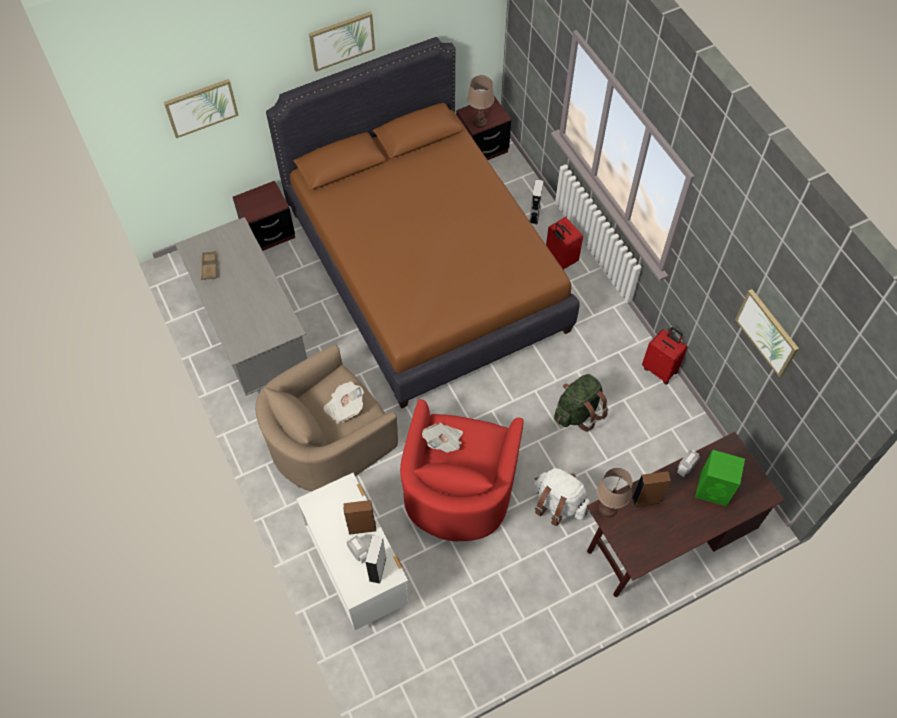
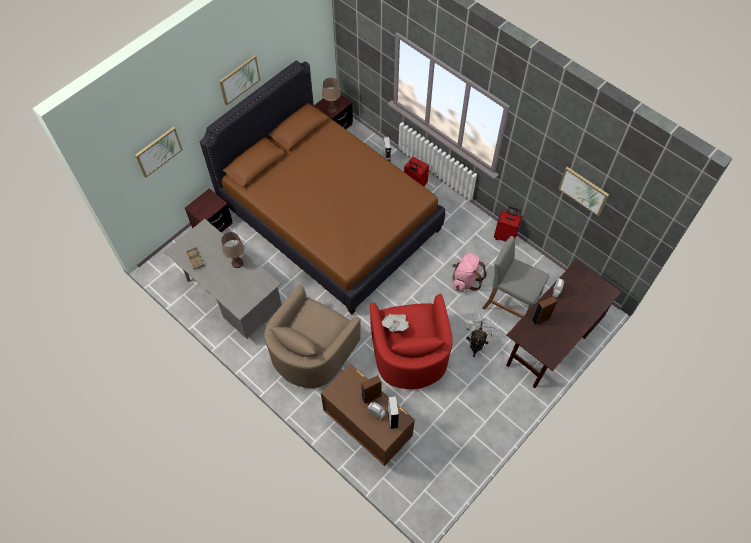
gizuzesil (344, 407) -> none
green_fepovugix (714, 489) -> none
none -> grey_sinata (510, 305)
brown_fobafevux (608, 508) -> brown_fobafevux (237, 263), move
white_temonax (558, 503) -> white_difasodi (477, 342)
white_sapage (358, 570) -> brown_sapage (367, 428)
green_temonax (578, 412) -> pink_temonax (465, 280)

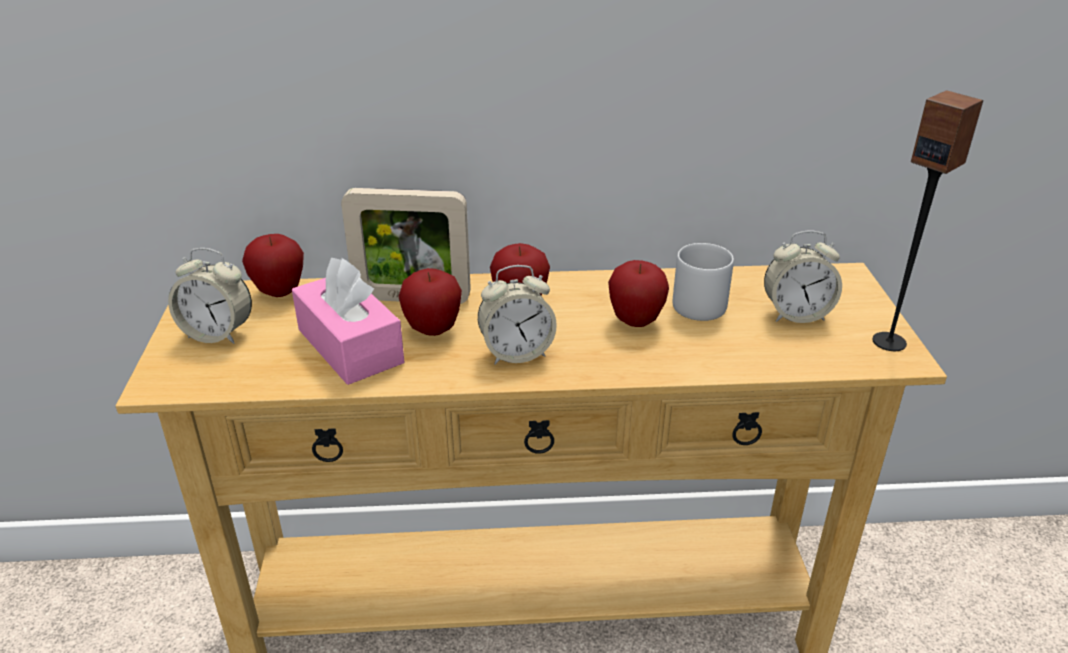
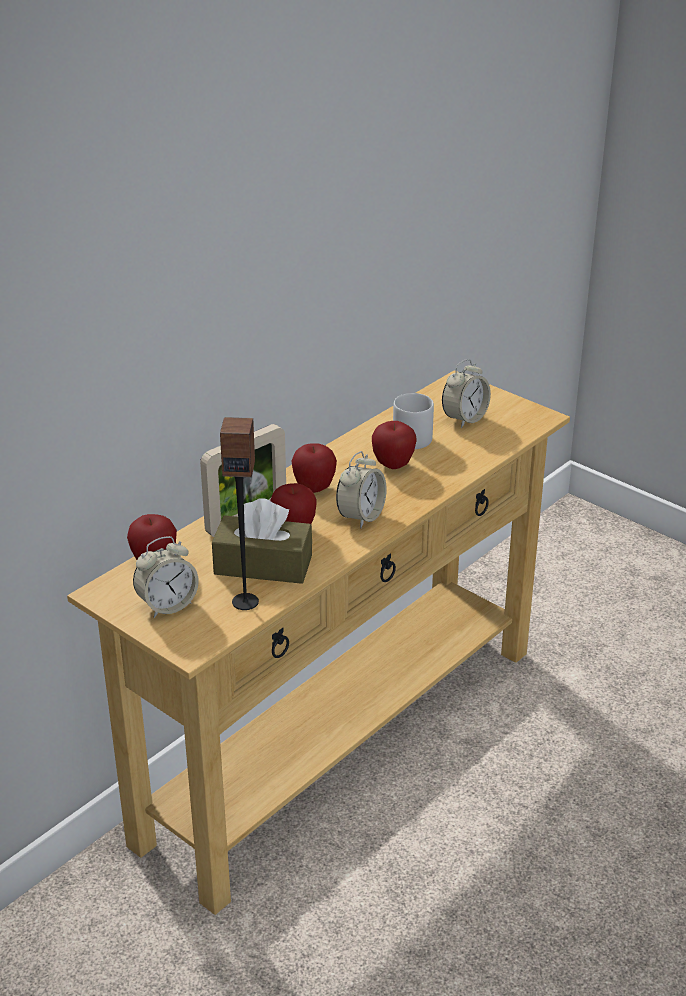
fepovugix (889, 342) -> fepovugix (245, 601), move
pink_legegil (350, 346) -> brown_legegil (263, 565)

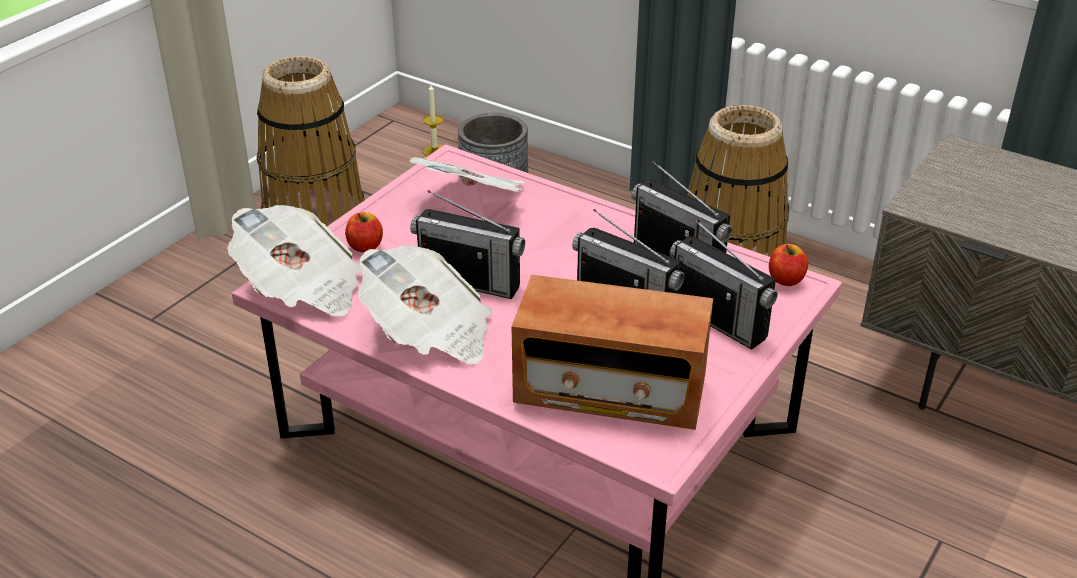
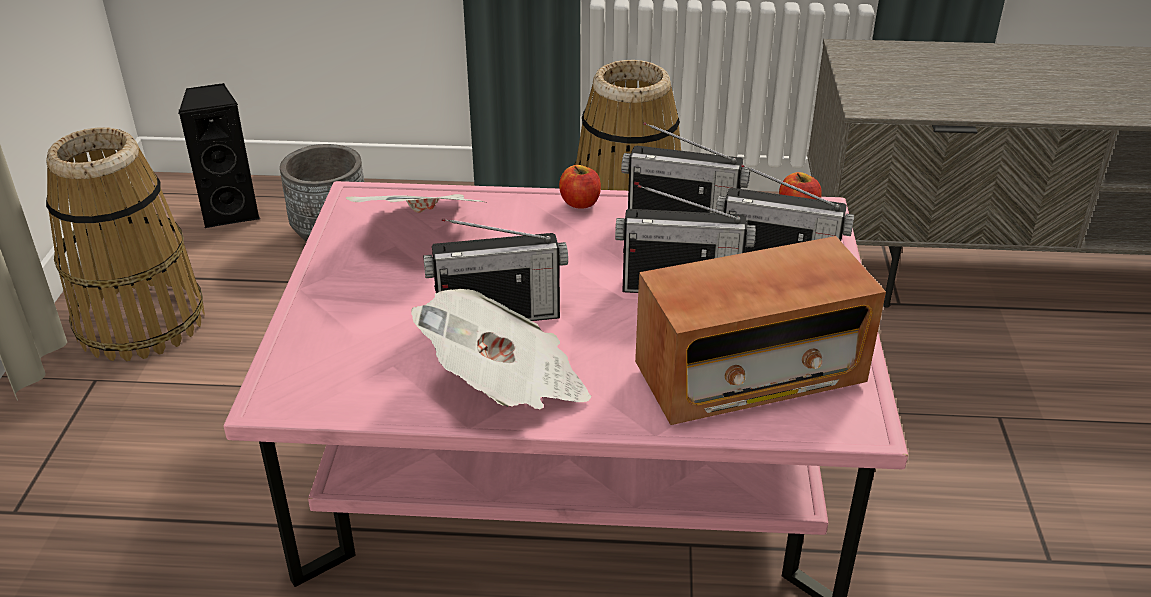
gizuzesil (302, 289) -> none
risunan (365, 246) -> risunan (580, 203), move
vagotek (434, 151) -> black_fepovugix (231, 212)

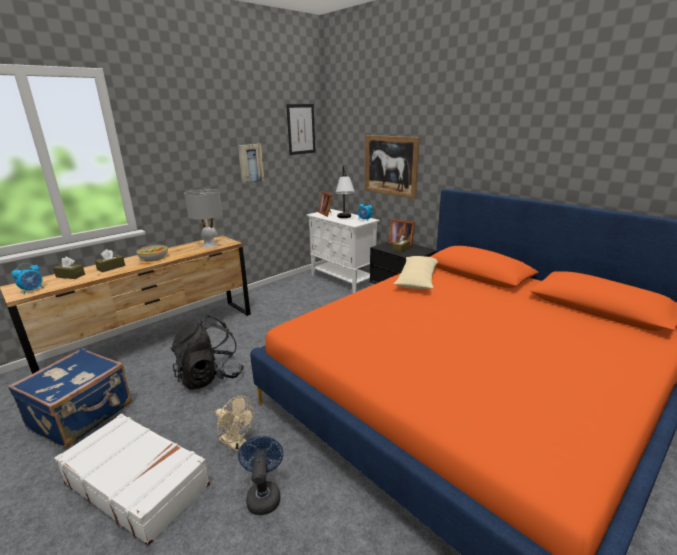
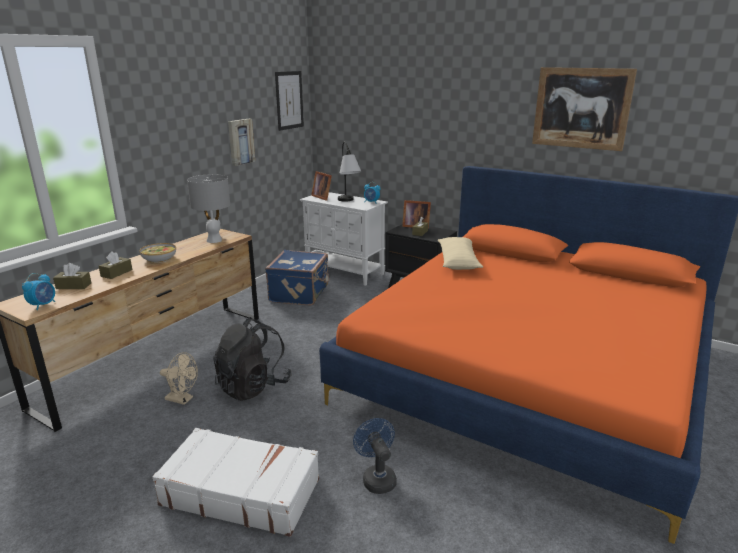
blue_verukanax (83, 416) -> blue_verukanax (300, 294), move
beige_difasodi (236, 443) -> beige_difasodi (182, 399), move
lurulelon (390, 165) -> lurulelon (581, 108), move

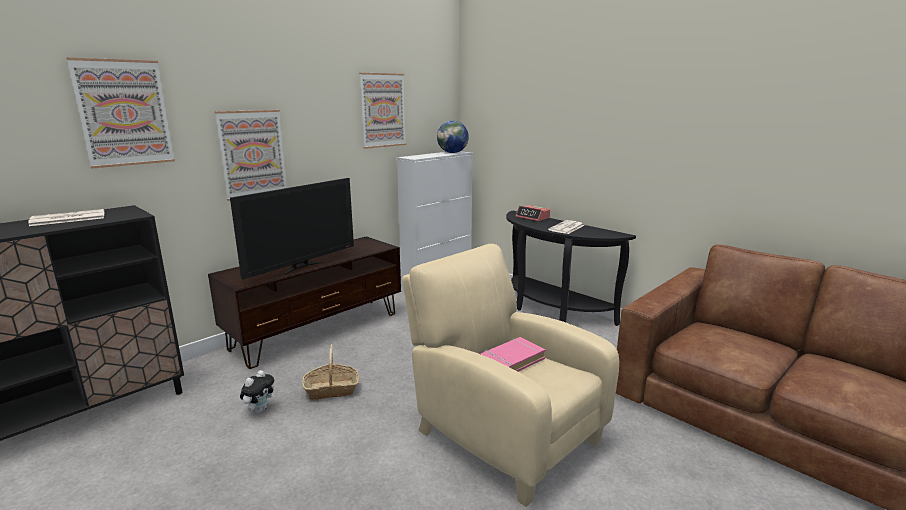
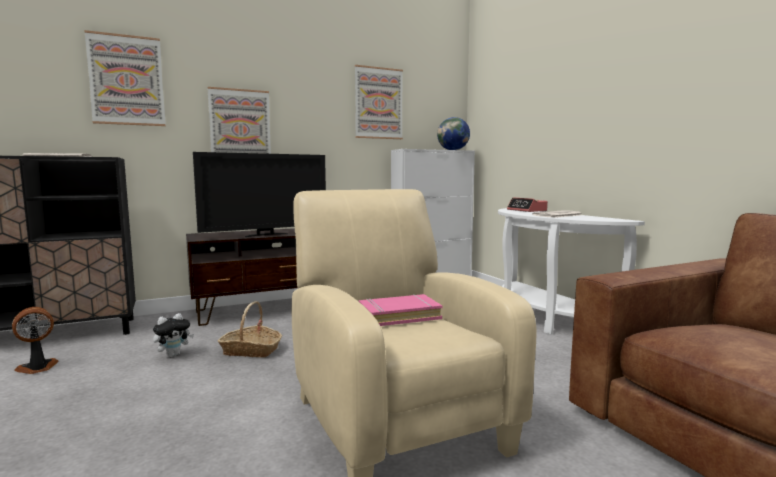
none -> difasodi (38, 368)
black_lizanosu (552, 310) -> white_lizanosu (544, 319)

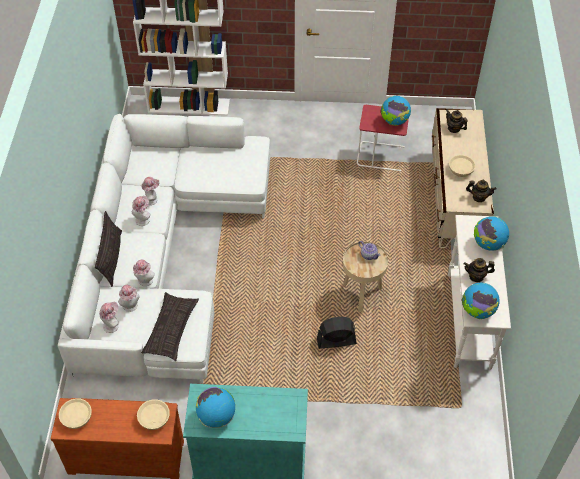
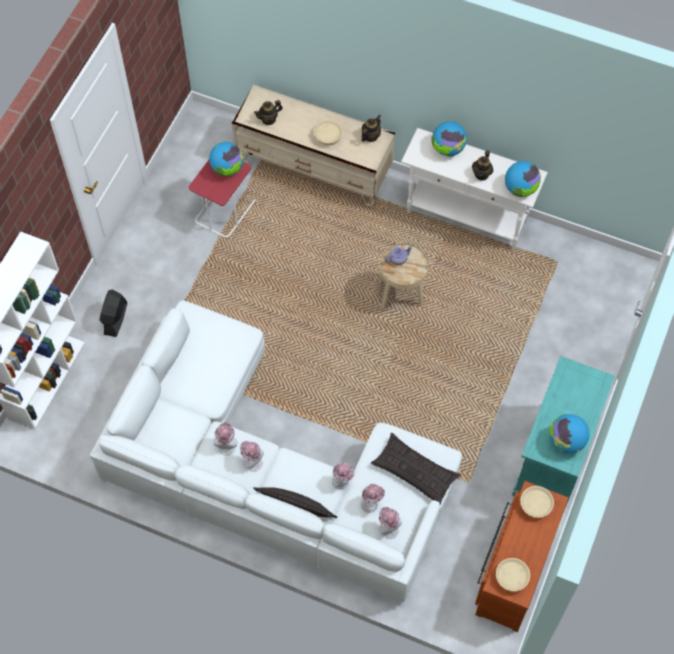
black_difasodi (336, 341) -> black_difasodi (115, 319), move

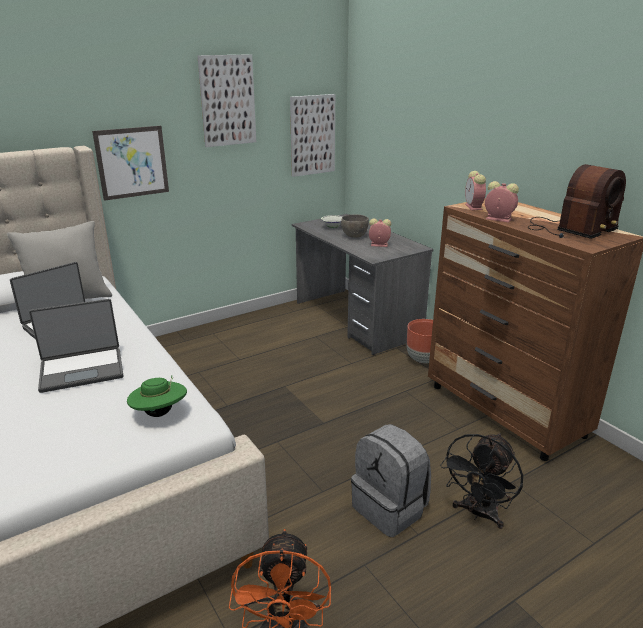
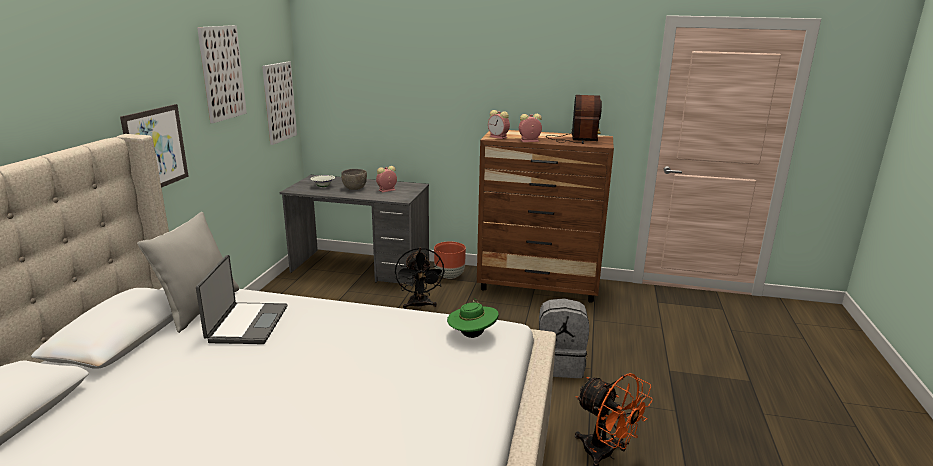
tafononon (82, 370) -> none
black_difasodi (478, 514) -> black_difasodi (419, 305), move

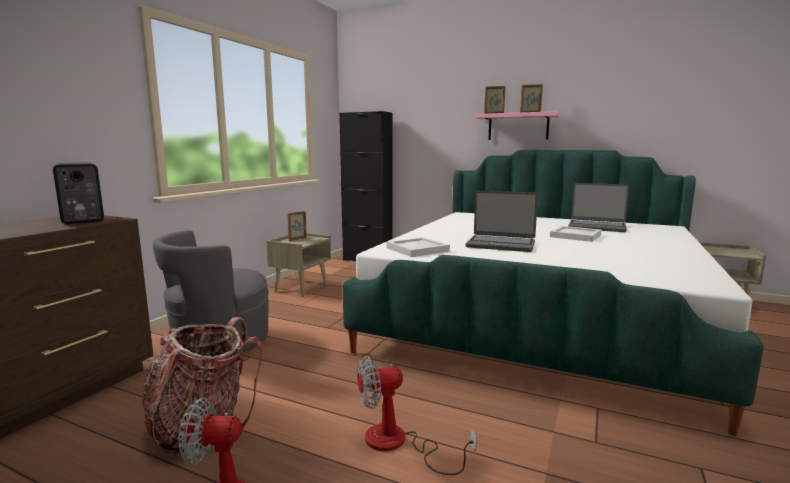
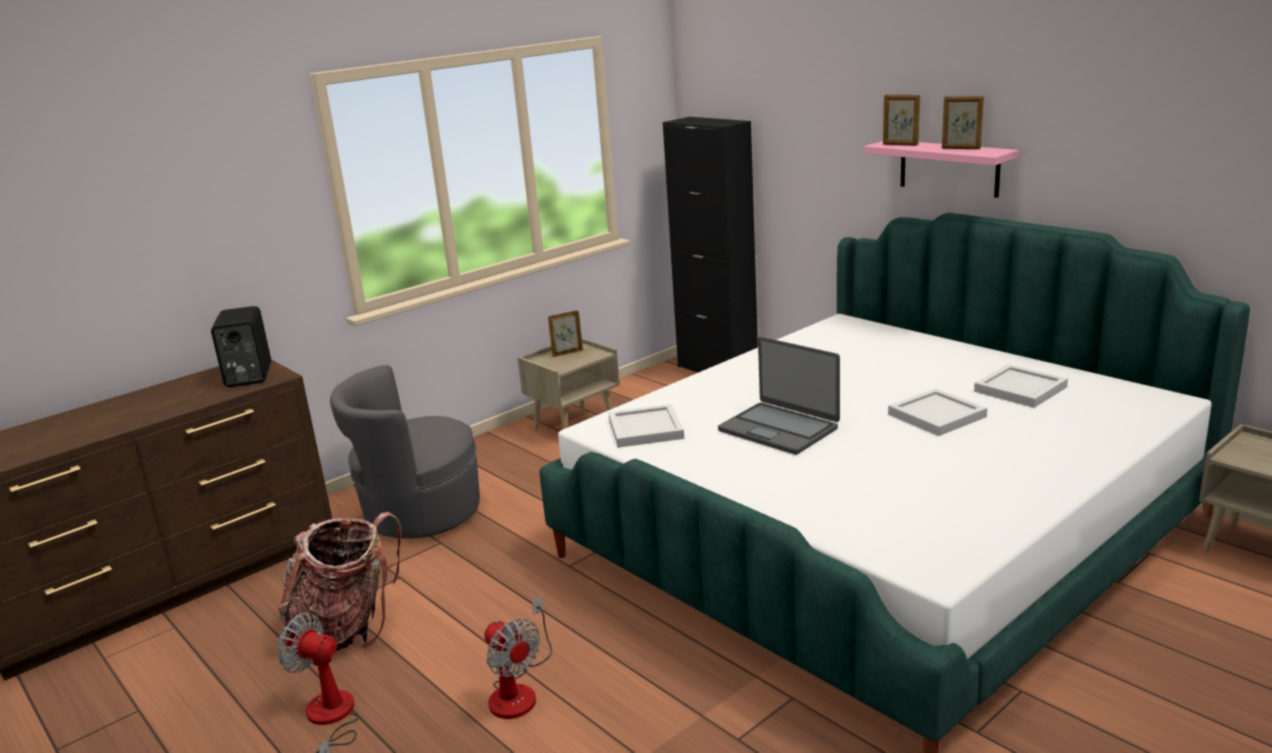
tafononon (596, 227) -> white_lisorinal (1021, 389)
difasodi (398, 444) -> difasodi (518, 690), 135 degrees counterclockwise

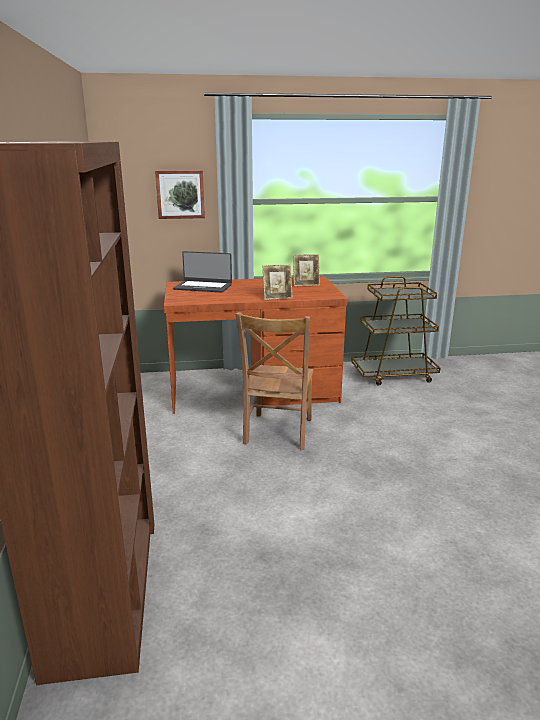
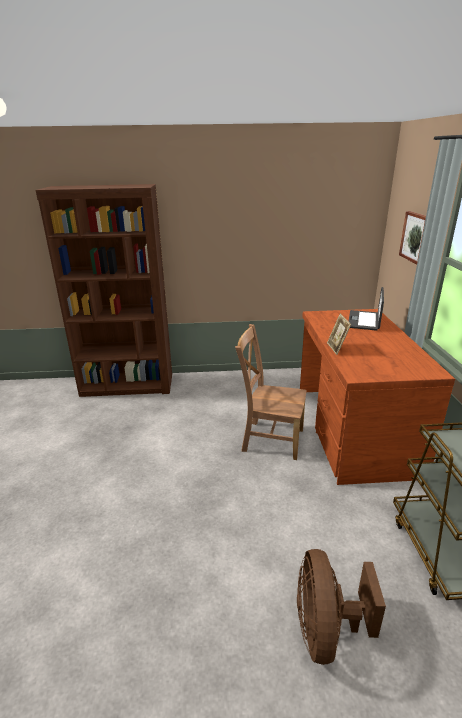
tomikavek (306, 284) -> none
none -> brown_difasodi (326, 629)

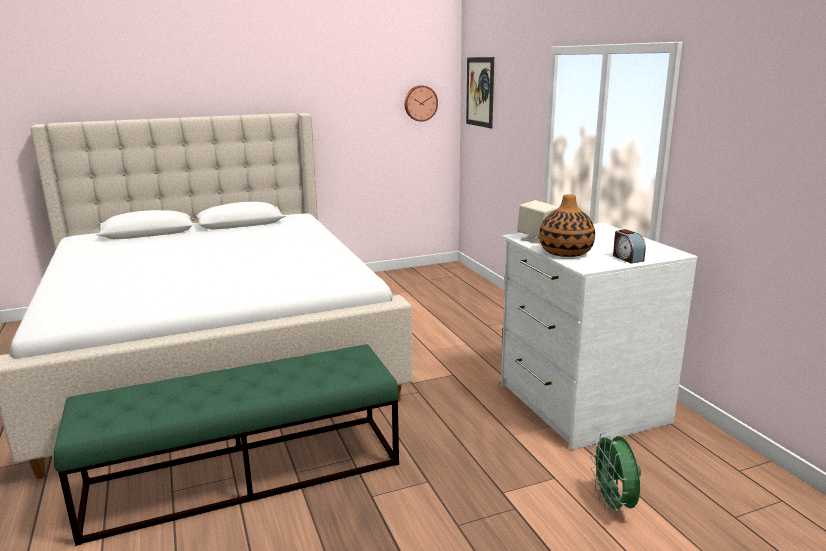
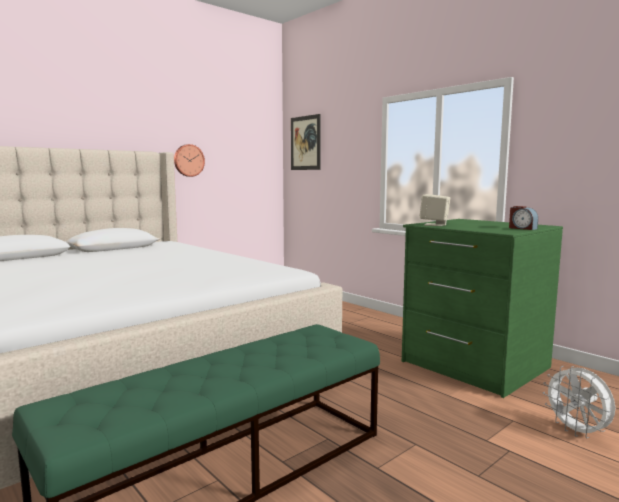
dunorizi (565, 252) -> none
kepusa (420, 103) -> kepusa (188, 160), move
white_sapage (580, 403) -> green_sapage (473, 365)
green_difasodi (613, 505) -> white_difasodi (577, 431)

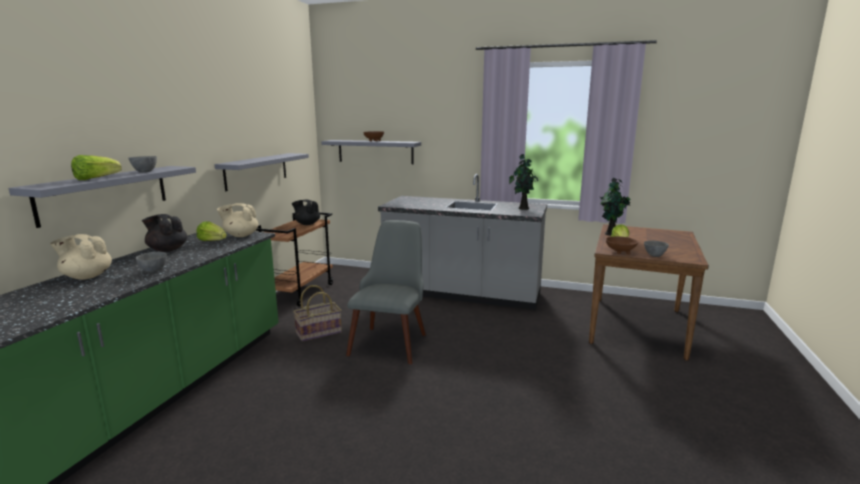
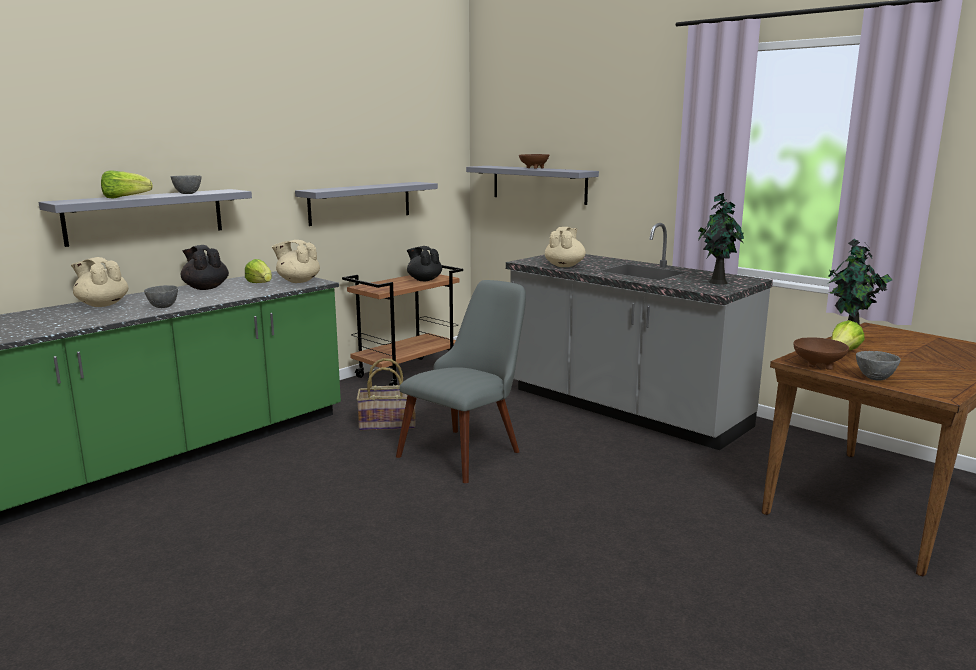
none -> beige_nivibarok (564, 266)

